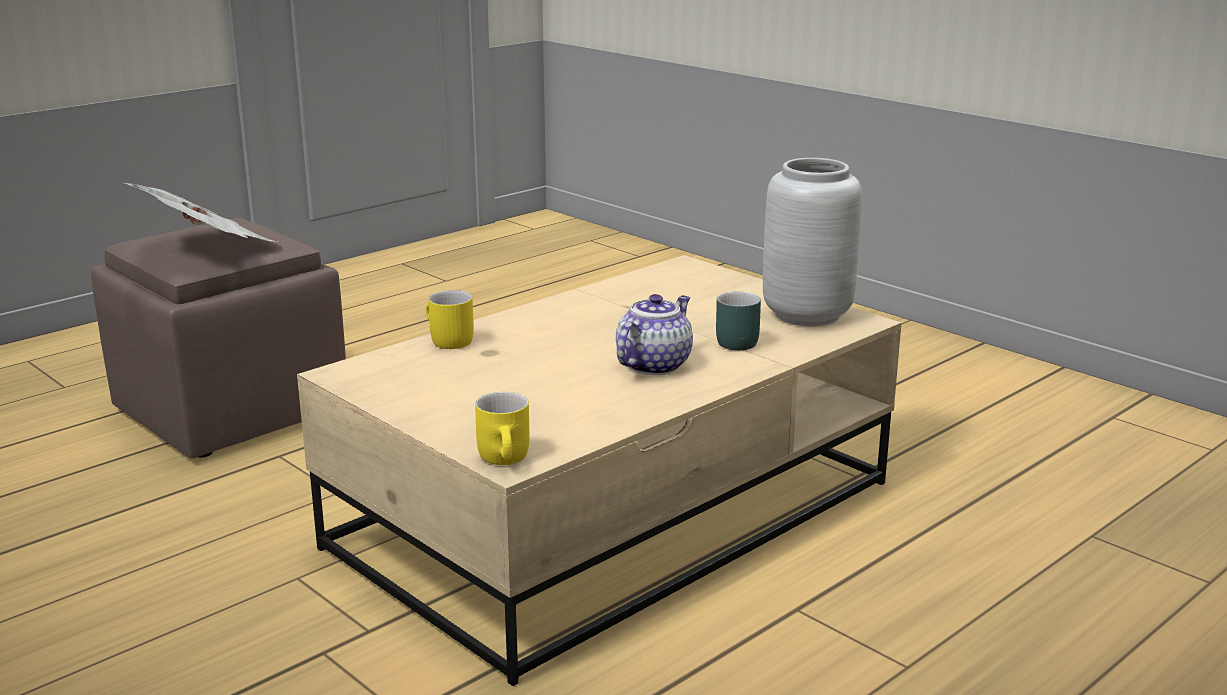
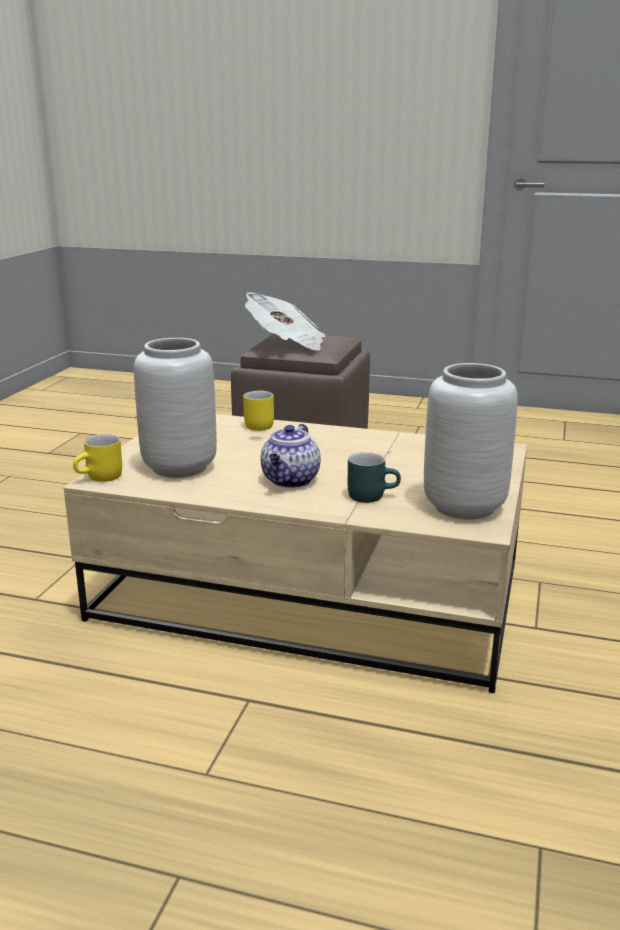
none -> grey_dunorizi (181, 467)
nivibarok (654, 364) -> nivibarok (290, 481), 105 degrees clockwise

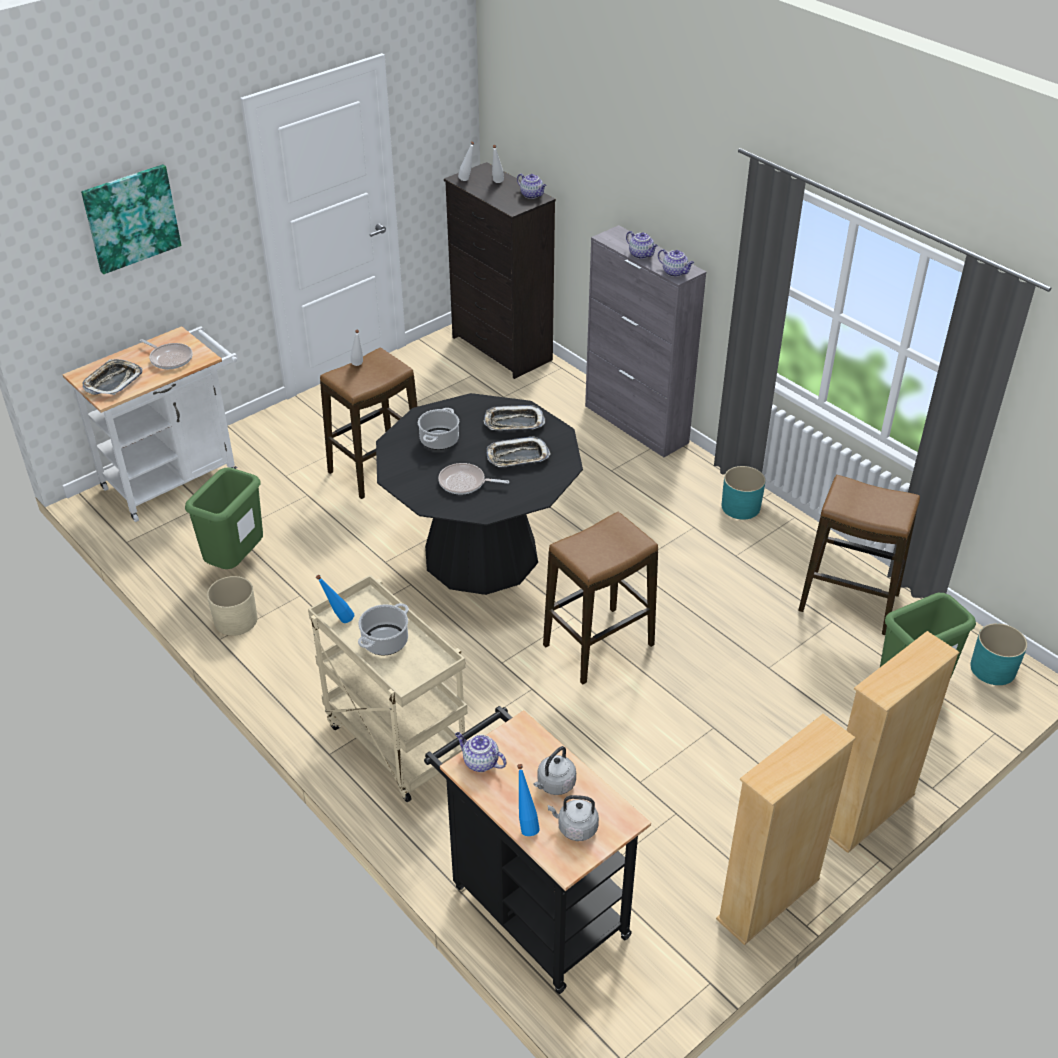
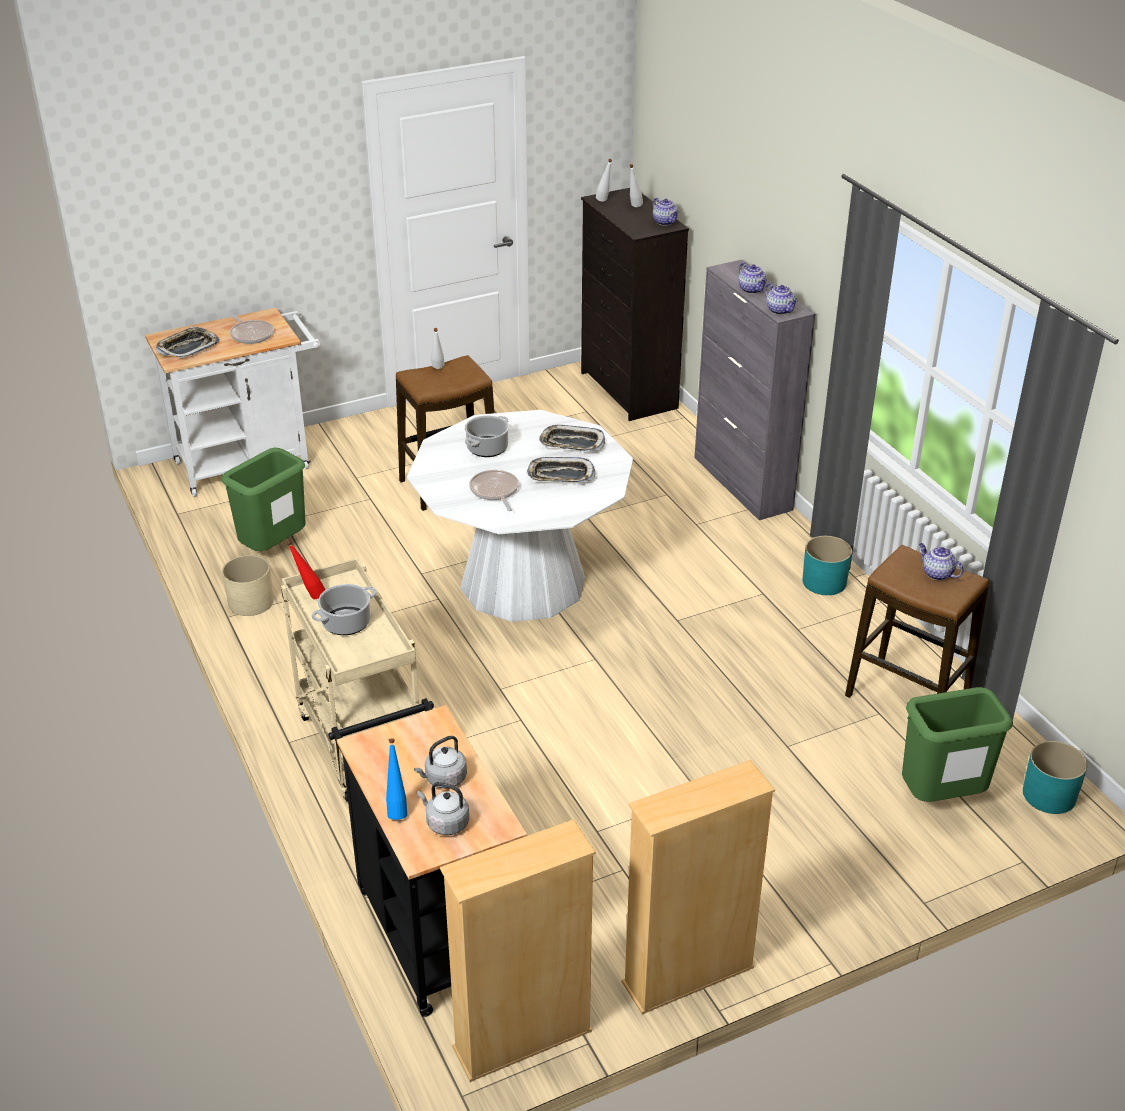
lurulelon (131, 218) -> none
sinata (598, 646) -> none
nivibarok (480, 762) -> nivibarok (936, 573), move
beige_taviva (868, 813) -> beige_taviva (522, 1040), move
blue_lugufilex (338, 620) -> red_lugufilex (309, 595)
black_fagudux (481, 554) -> white_fagudux (522, 582)
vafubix (465, 483) -> vafubix (495, 491), 45 degrees clockwise

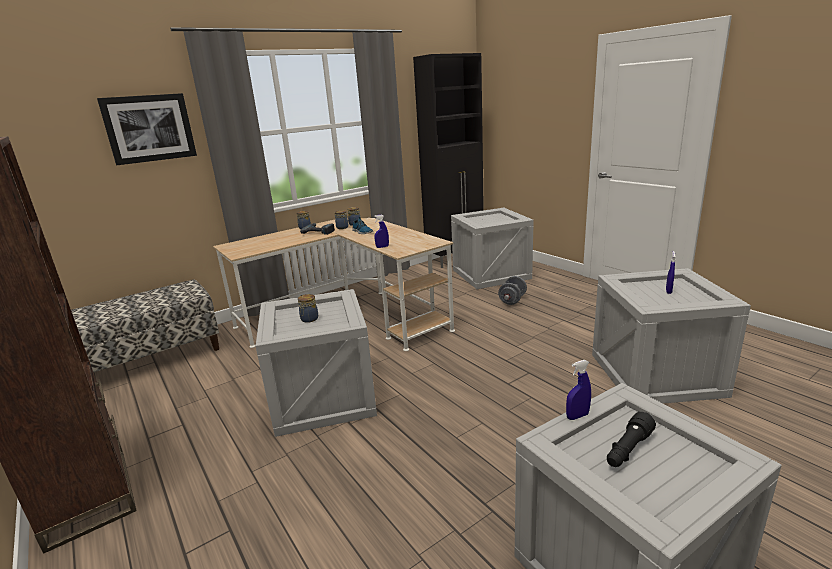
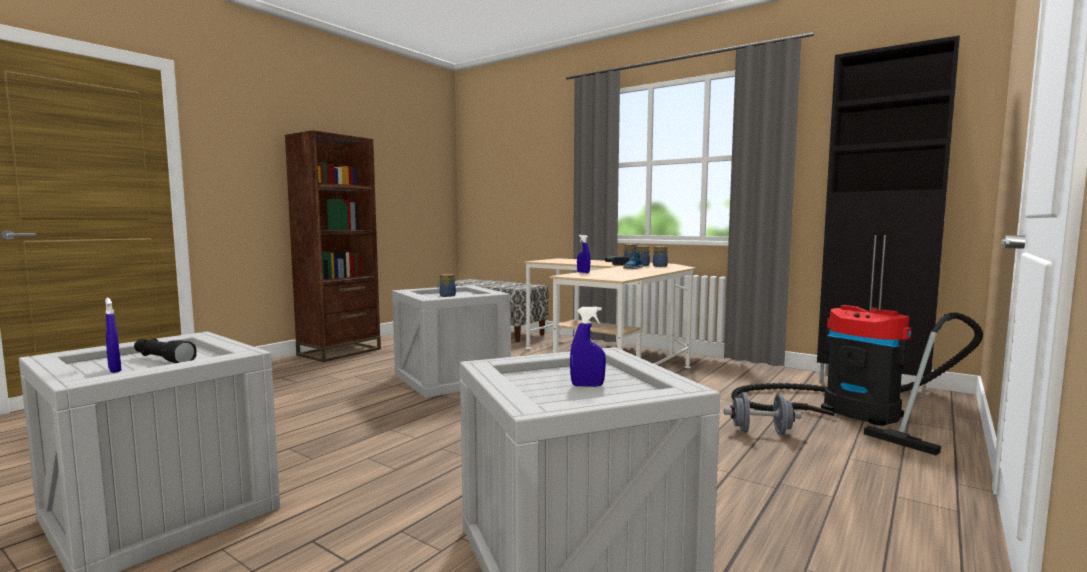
lurulelon (149, 128) -> none
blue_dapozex (577, 416) -> blue_dapozex (114, 370), move
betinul (491, 274) -> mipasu (851, 411)

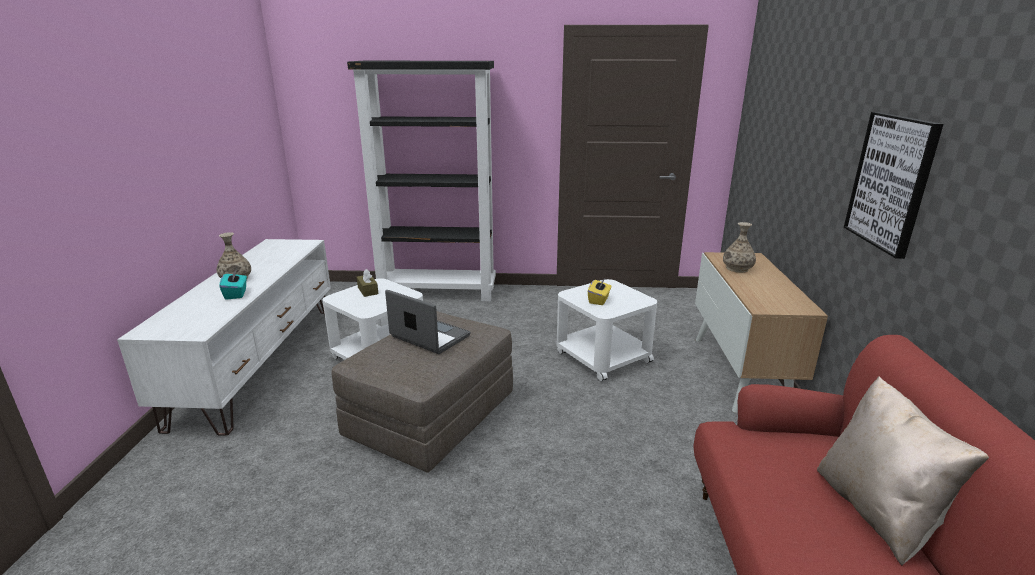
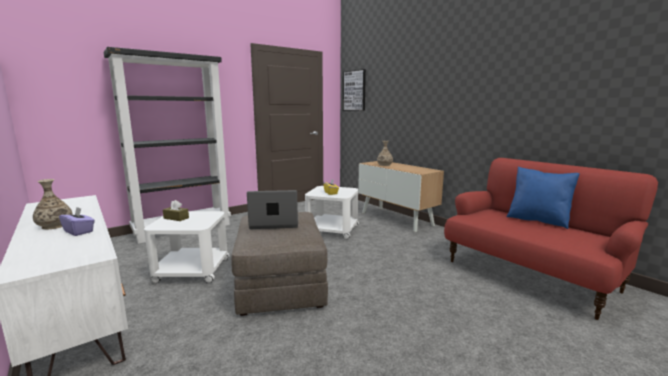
lurulelon (891, 182) -> lurulelon (354, 90), move
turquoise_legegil (236, 294) -> purple_legegil (79, 231)
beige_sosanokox (877, 511) -> blue_sosanokox (538, 220)

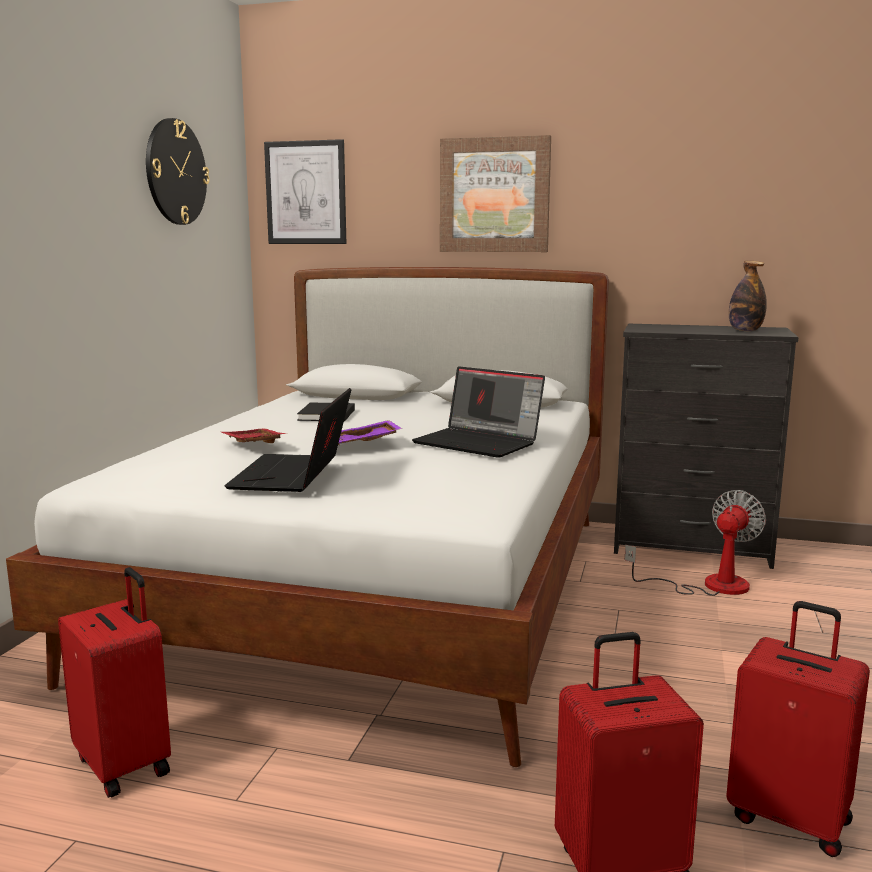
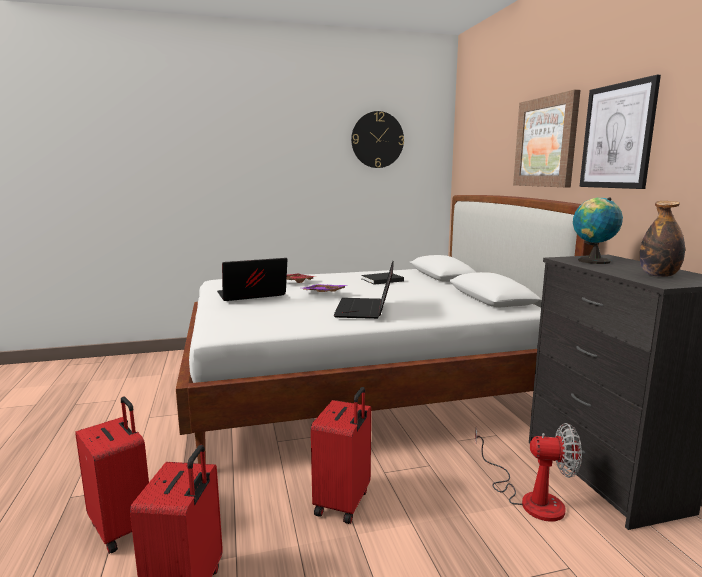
none -> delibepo (591, 261)
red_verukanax (125, 764) -> red_verukanax (344, 503), move
lurulelon (306, 193) -> lurulelon (617, 136), move

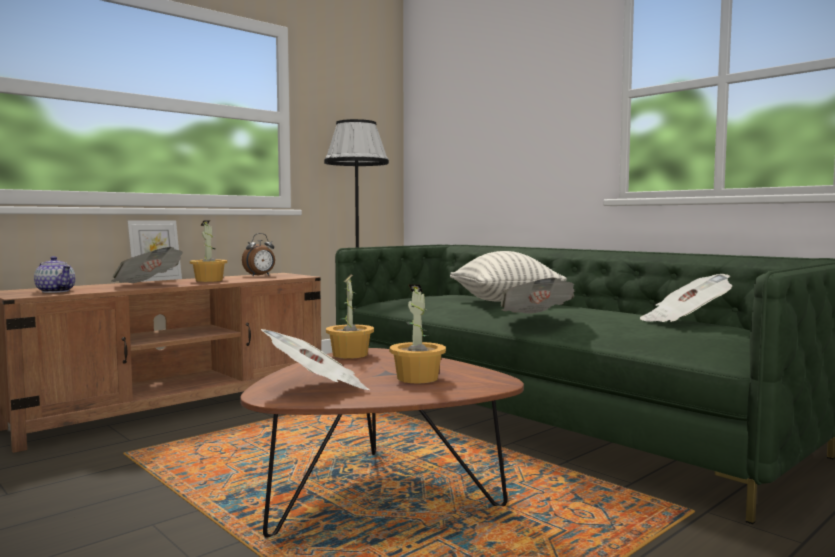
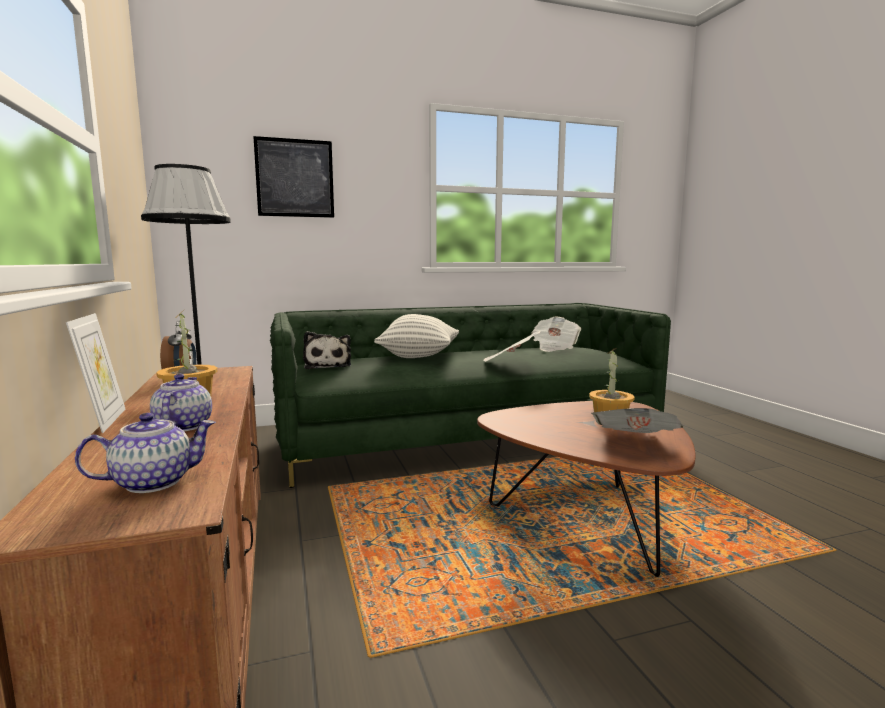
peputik (350, 354) -> none
none -> lurulelon (295, 178)
none -> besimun (328, 365)
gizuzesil (147, 285) -> nivibarok (182, 426)

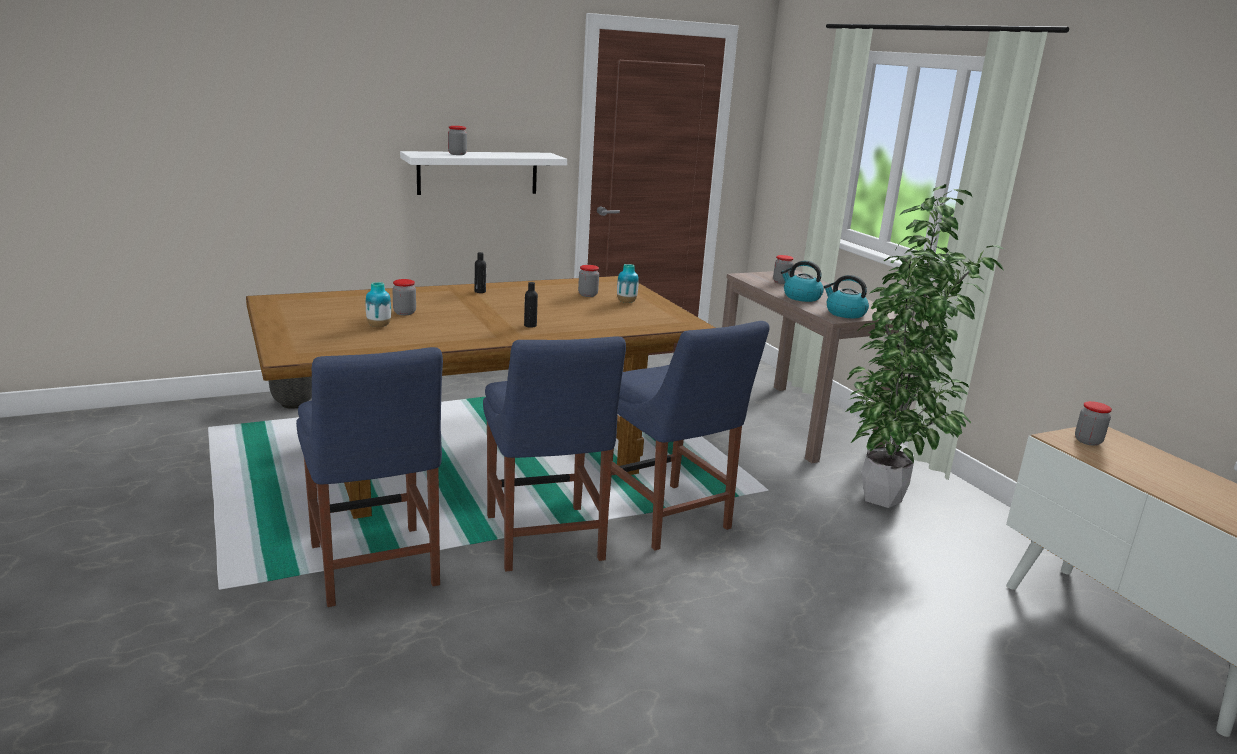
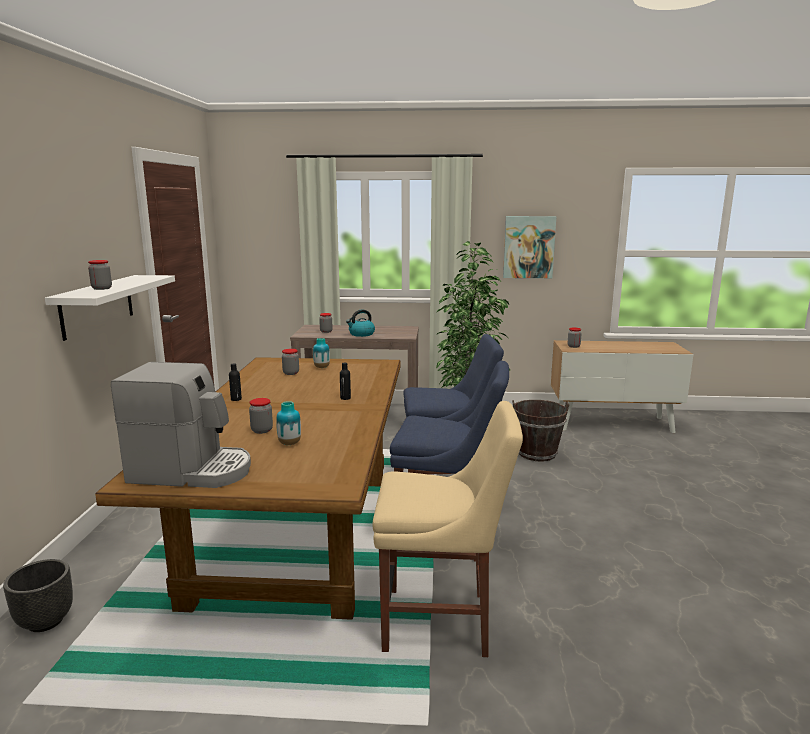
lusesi (844, 313) -> none
none -> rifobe (192, 471)
none -> lurulelon (529, 247)
none -> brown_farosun (537, 454)
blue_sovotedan (374, 569) -> beige_sovotedan (442, 622)

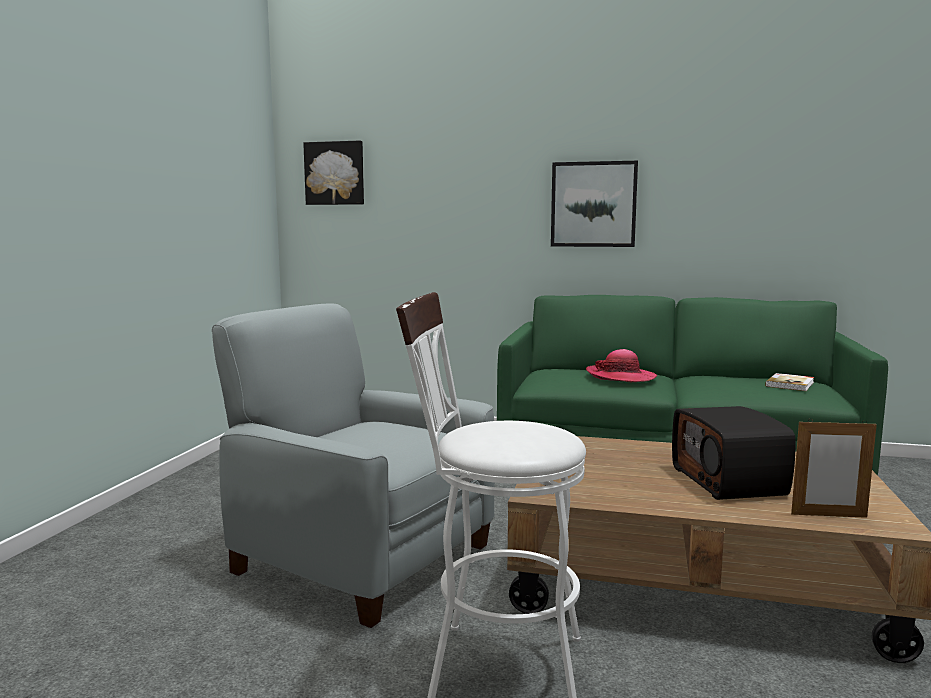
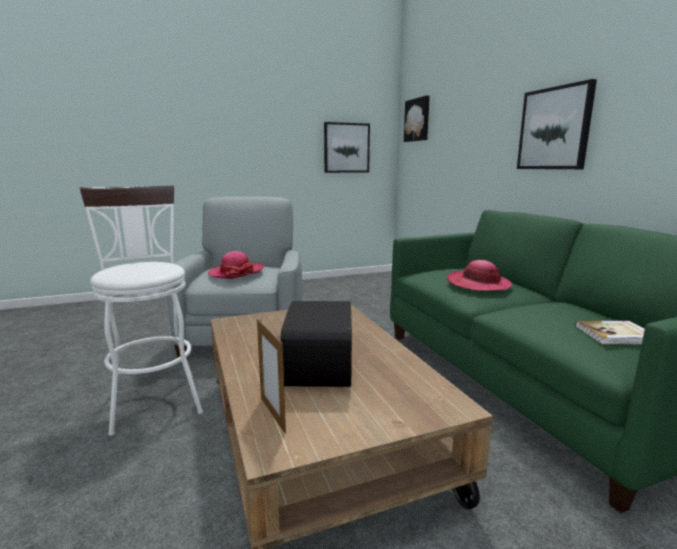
none -> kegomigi (236, 272)
none -> lurulelon (346, 148)
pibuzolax (730, 481) -> pibuzolax (317, 367), 135 degrees clockwise

